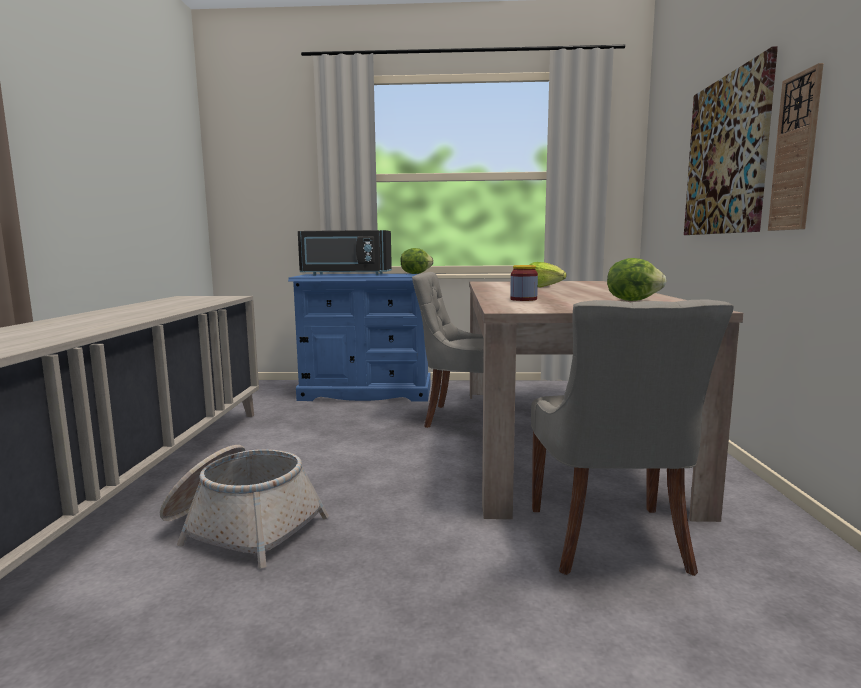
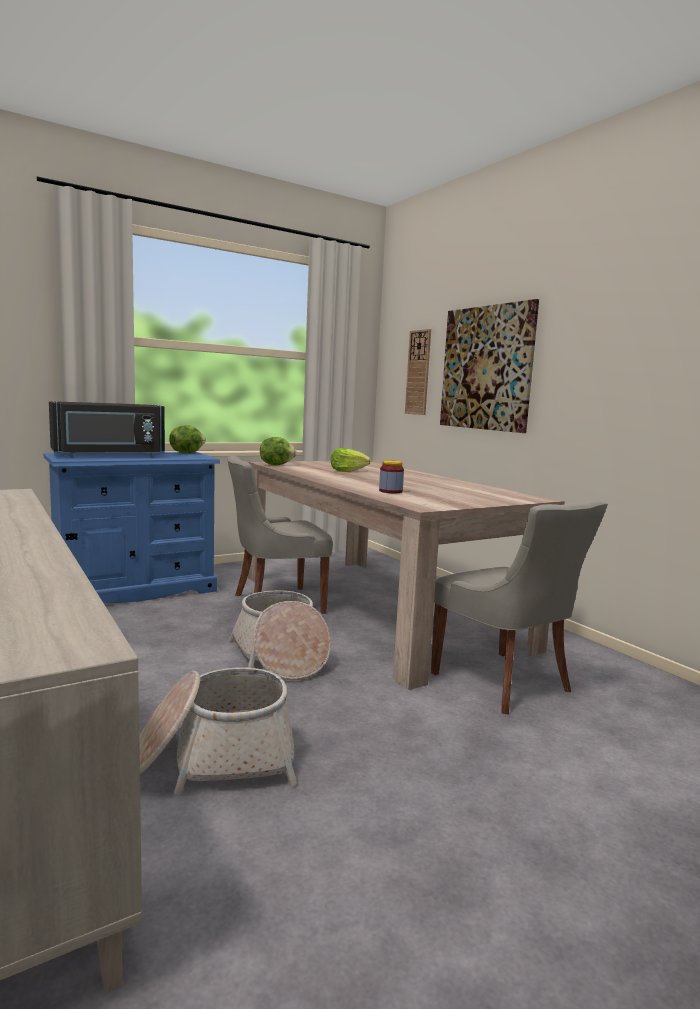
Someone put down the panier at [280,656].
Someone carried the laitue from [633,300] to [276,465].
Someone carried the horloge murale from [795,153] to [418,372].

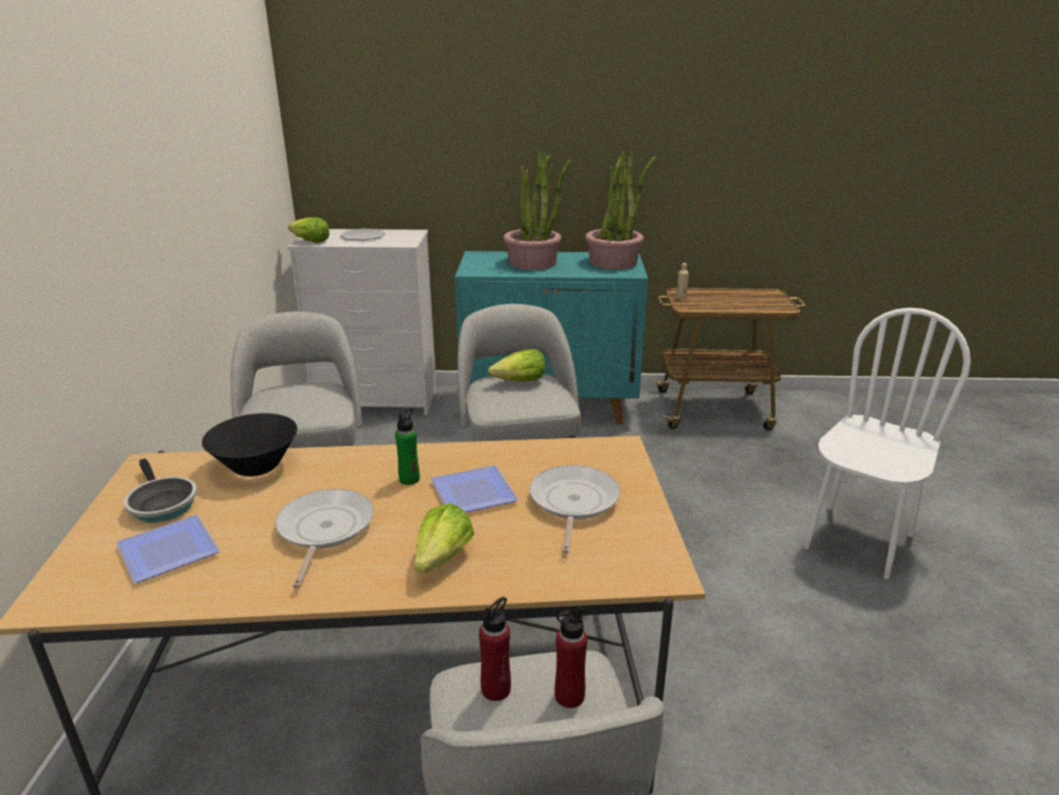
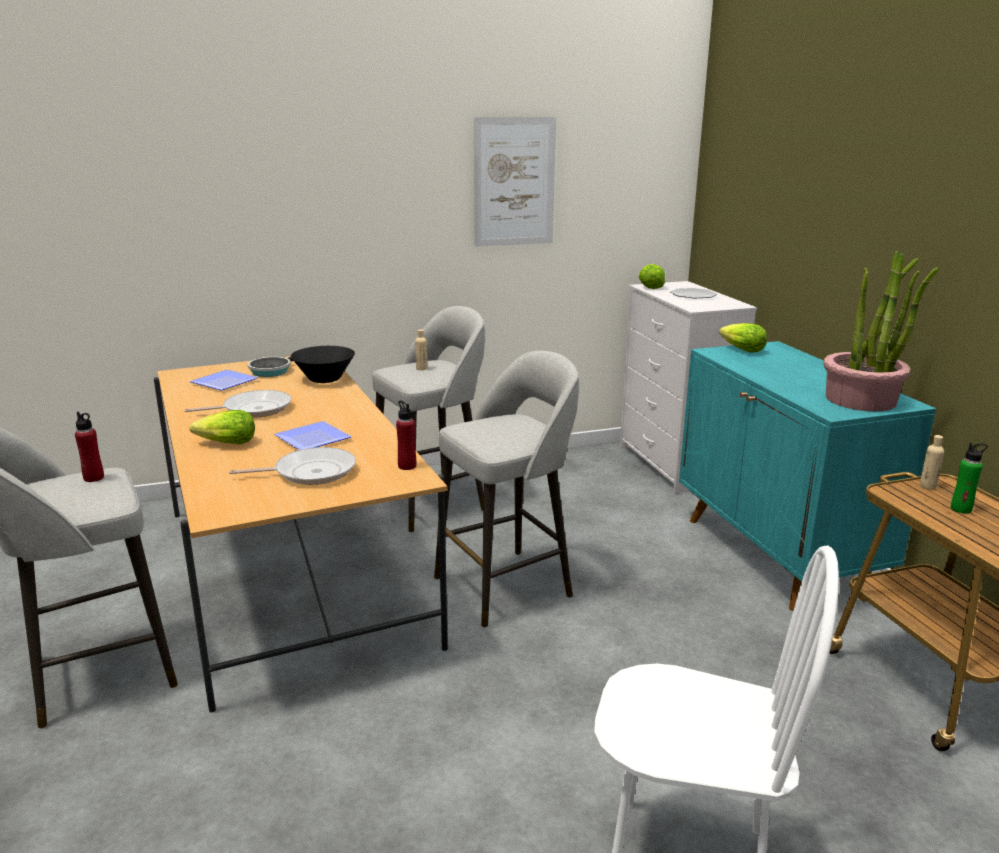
Someone took away the plante en pot at [533,263].
Someone put down the bouteille (beige) at [421,368].
Someone put up the tableau at [514,182].
Someone carried the bouteille (vert) from [409,479] to [961,509].
Someone carried the laitue from [520,382] to [741,350].
Someone carried the bouteille (rouge) from [569,696] to [407,466].

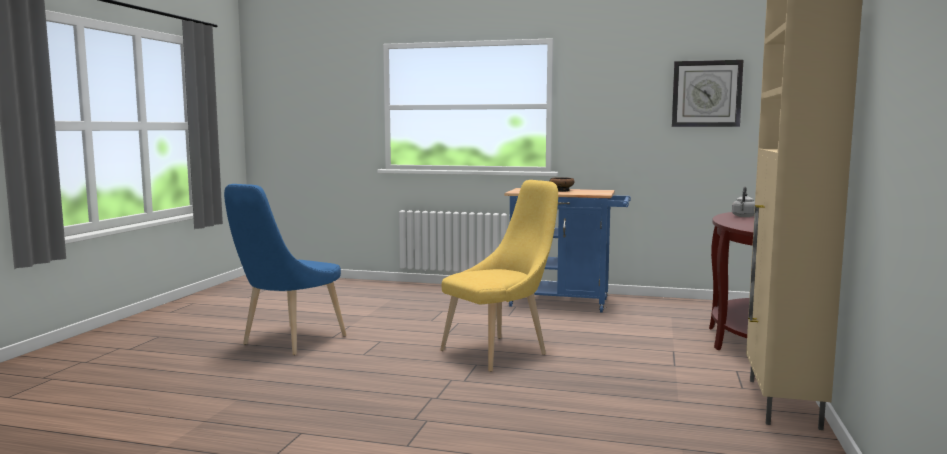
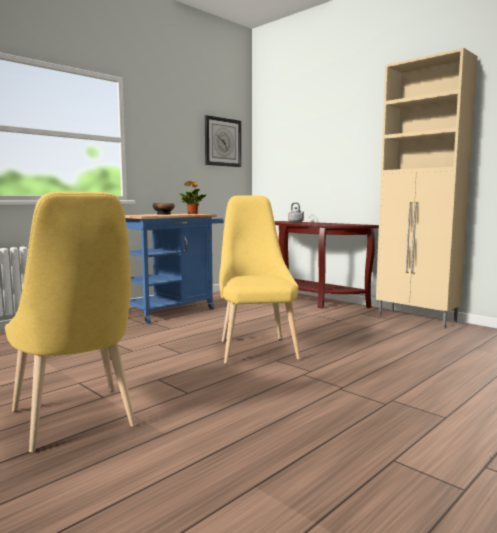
Someone put down the plante en pot at [192,213].
Someone repainted the chaise (bleu) at [289,342], which became the chaise (jaune) at [76,422].

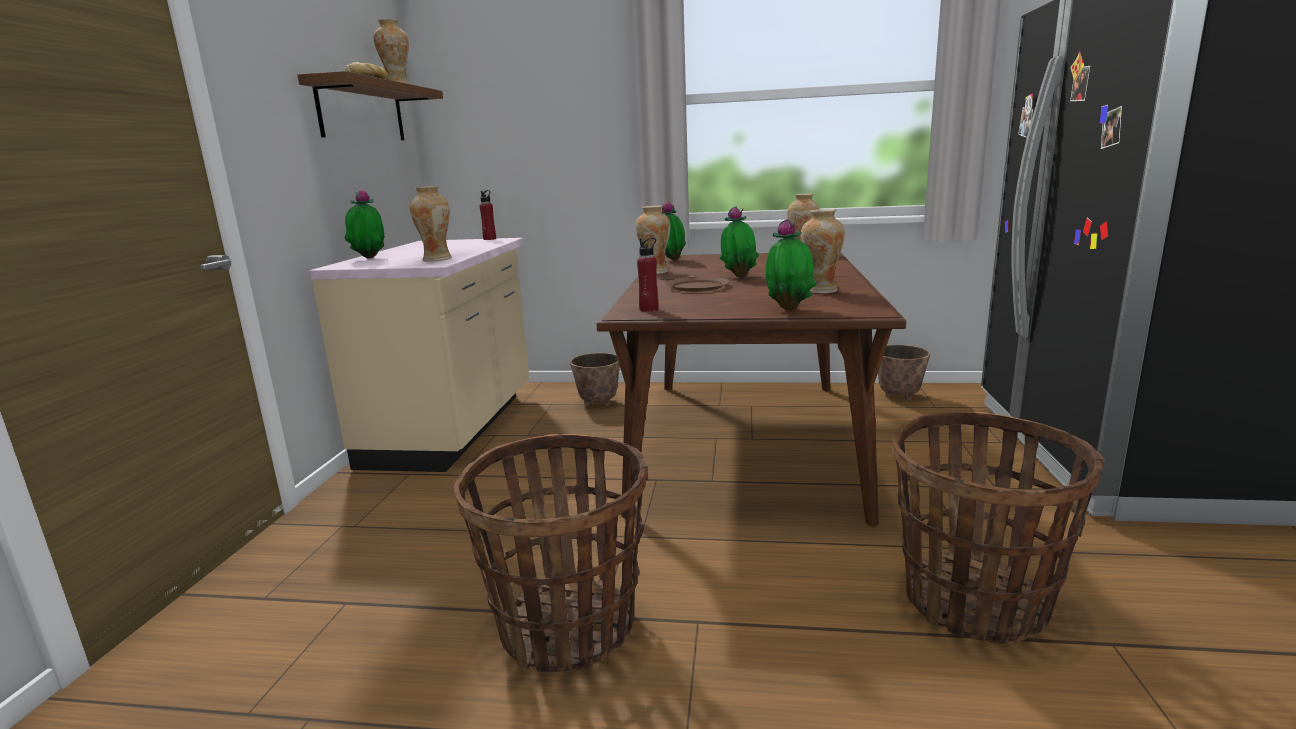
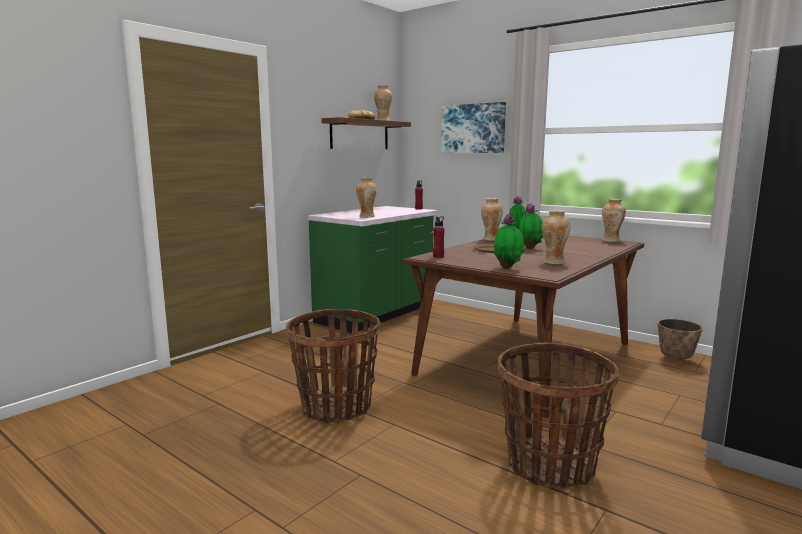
Someone took away the plante en pot at [369,259].
Someone took away the cache-pot at [598,403].
Someone put up the tableau at [473,128].
Someone repainted the comptoir de cuisine (beige) at [454,429], which became the comptoir de cuisine (vert) at [376,315].

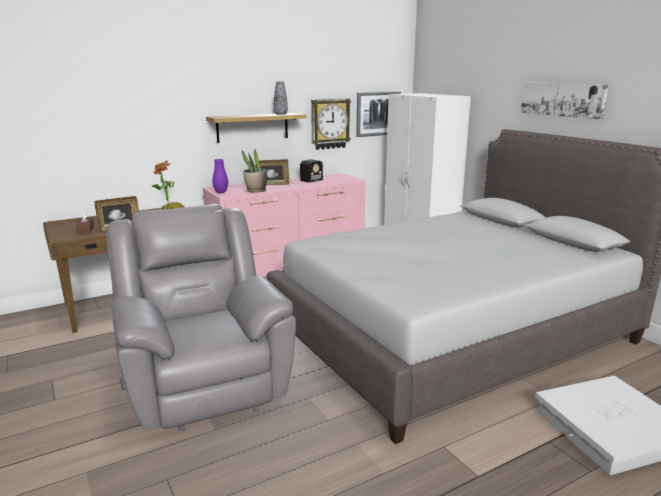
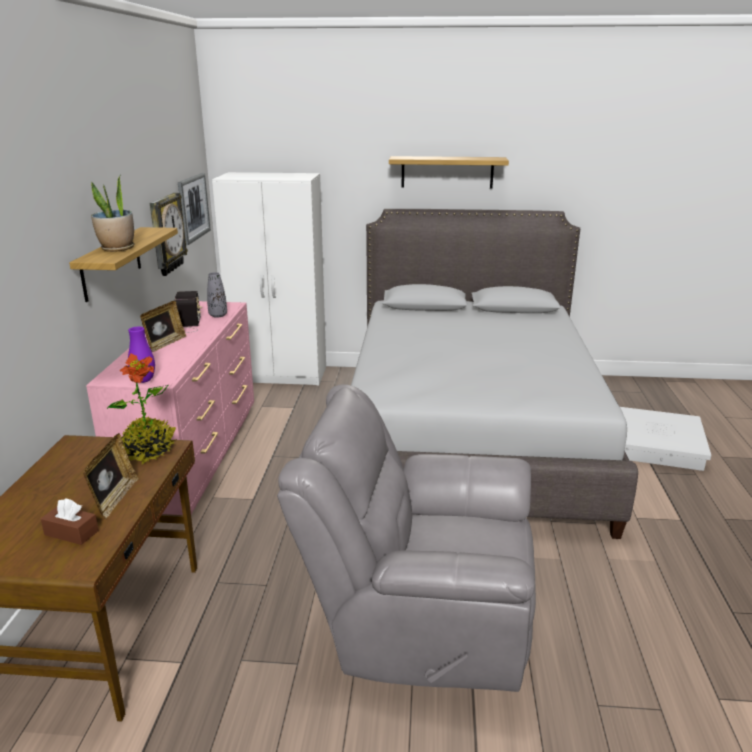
Someone carried the plante en pot from [256,191] to [117,248].
Someone carried the vase (gris) from [280,114] to [218,315].
Someone swapped the tableau at [562,99] for the étagère at [447,172].

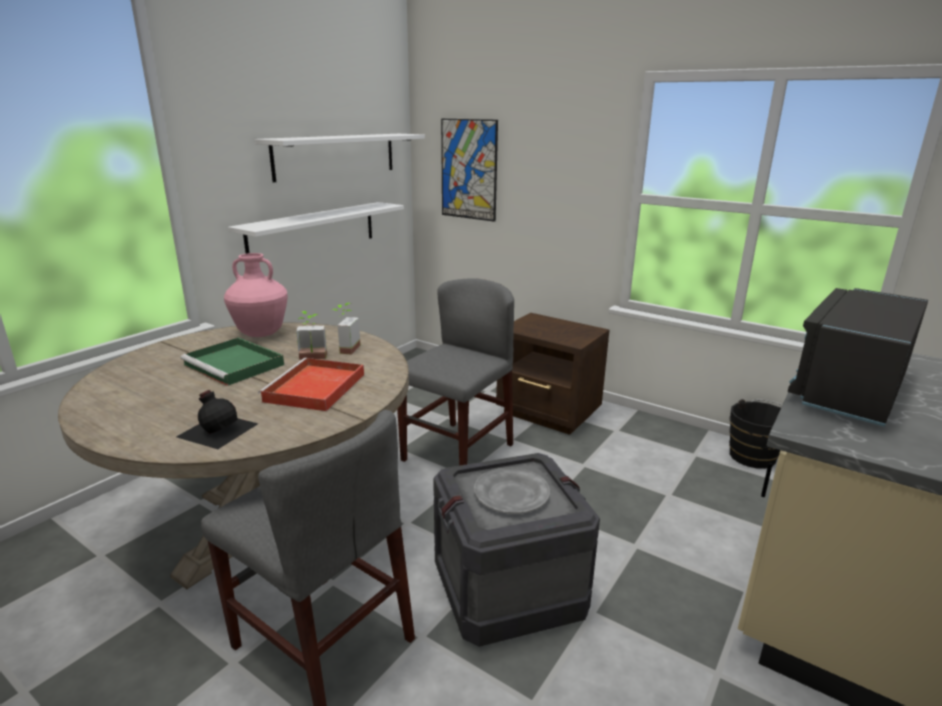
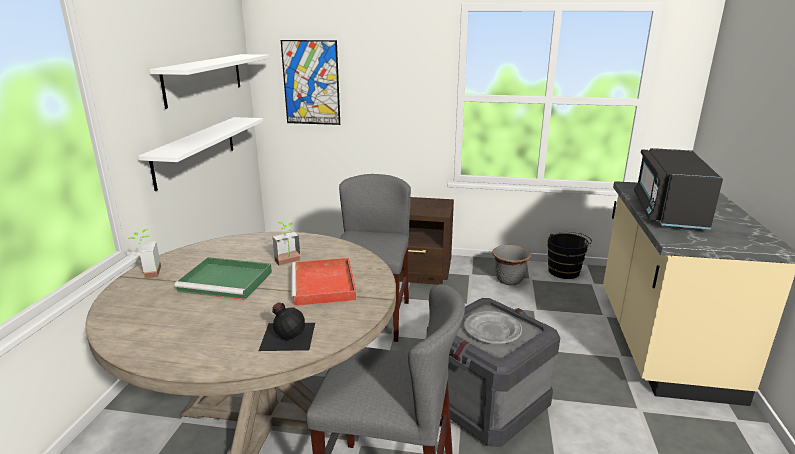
Someone took away the vase (rose) at [260,334].
Someone put down the cache-pot (gris) at [509,280].
Someone carried the plante en pot from [345,349] to [147,273].

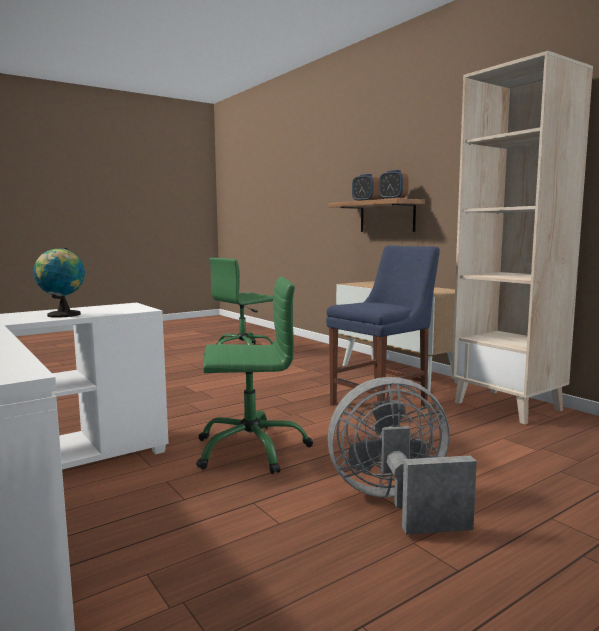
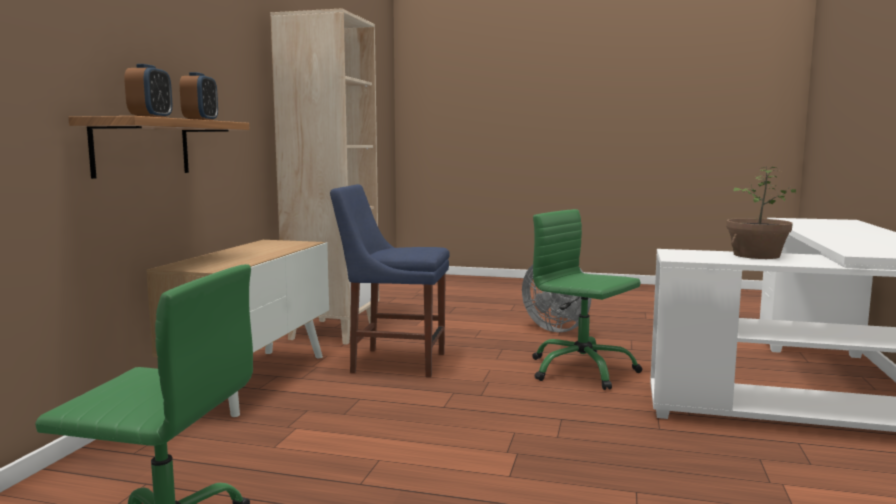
Someone swapped the globe at [62,315] for the plante en pot at [756,255].

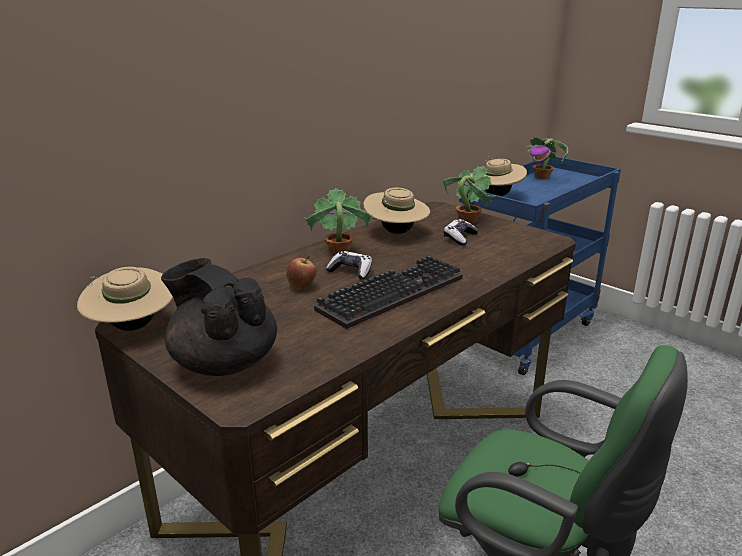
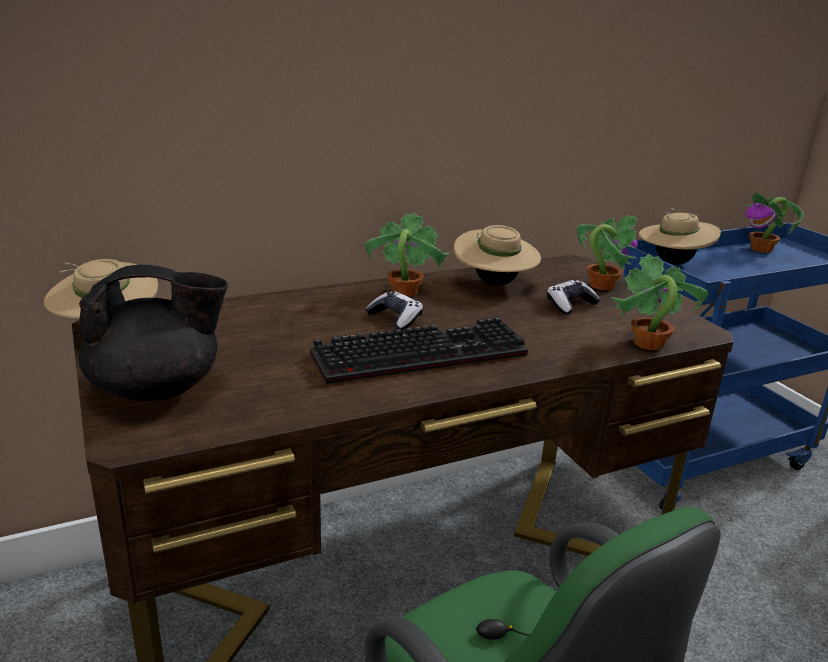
Someone took away the pomme at [302,287].
Someone put down the plante en pot at [648,344].
Someone rotated the théière (noir) at [224,362] by 105 degrees clockwise.

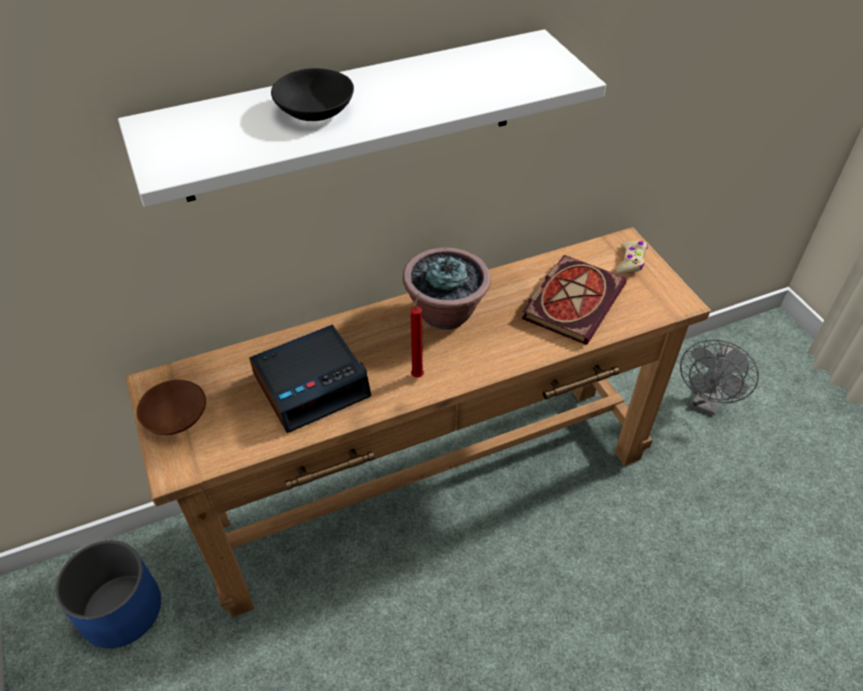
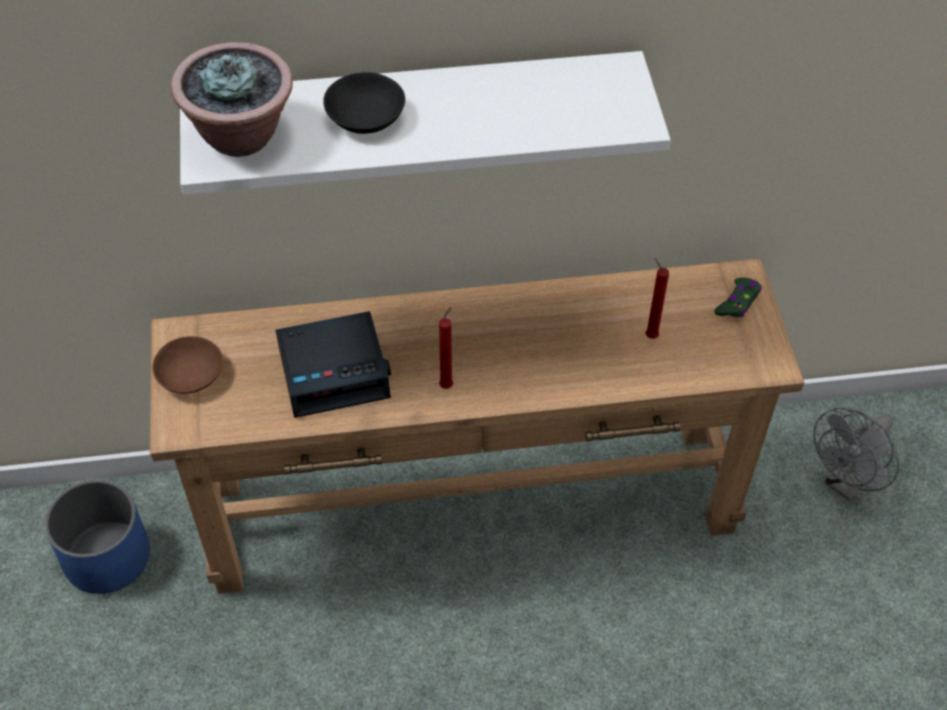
Someone carried the plante en pot from [445,313] to [241,135].
Someone swapped the livre at [572,300] for the bougie (rouge) at [649,335].
Someone repainted the manette (beige) at [631,261], which became the manette (vert) at [738,302].

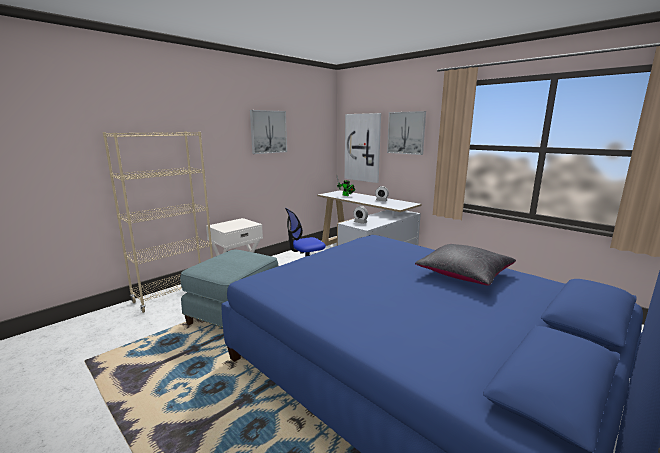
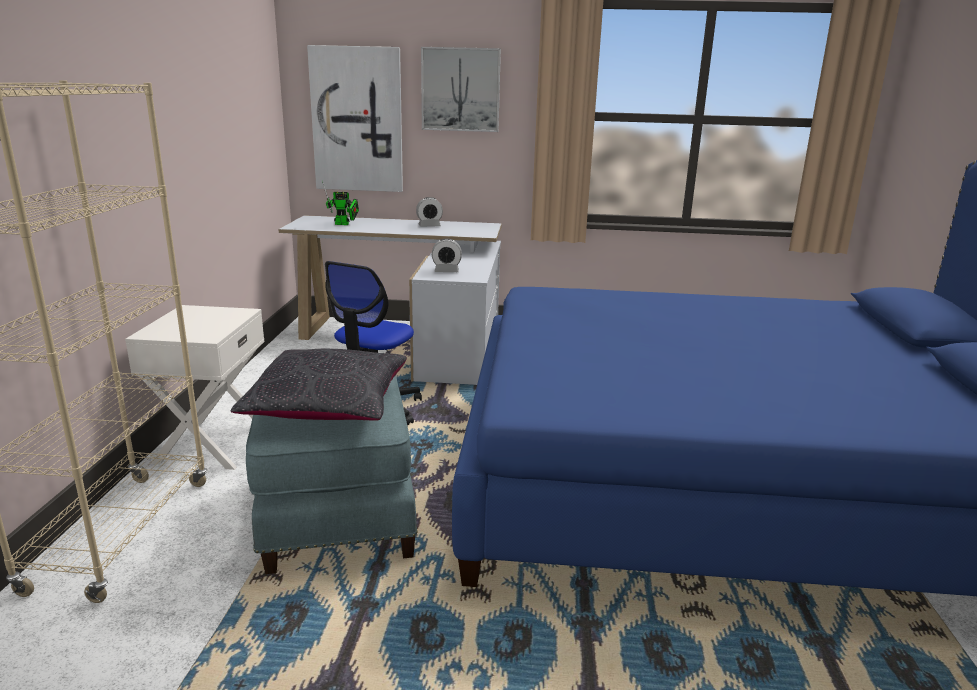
Someone took away the tableau at [268,132].
Someone carried the coussin (noir) from [464,274] to [328,405].

